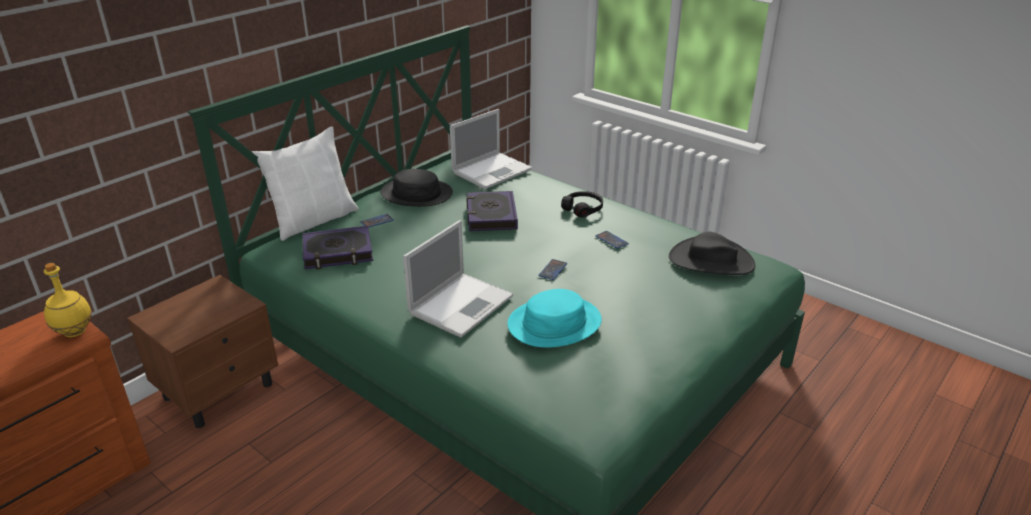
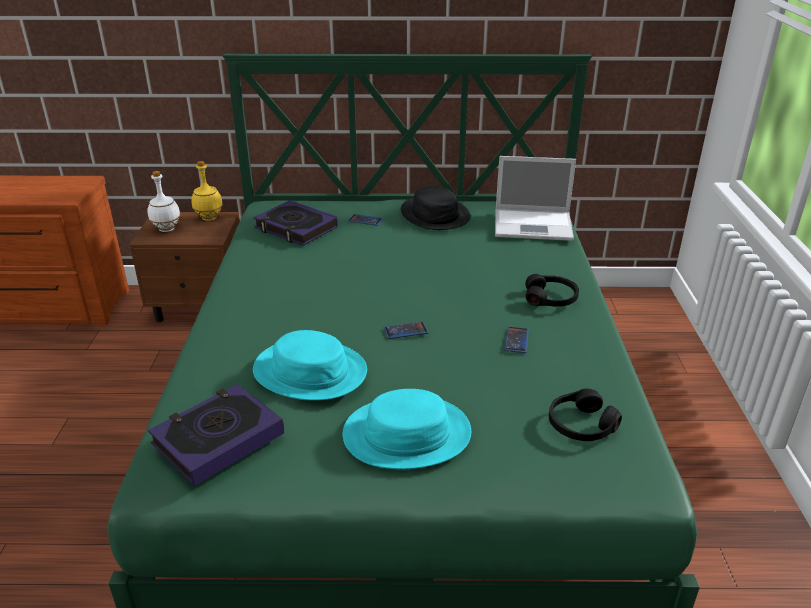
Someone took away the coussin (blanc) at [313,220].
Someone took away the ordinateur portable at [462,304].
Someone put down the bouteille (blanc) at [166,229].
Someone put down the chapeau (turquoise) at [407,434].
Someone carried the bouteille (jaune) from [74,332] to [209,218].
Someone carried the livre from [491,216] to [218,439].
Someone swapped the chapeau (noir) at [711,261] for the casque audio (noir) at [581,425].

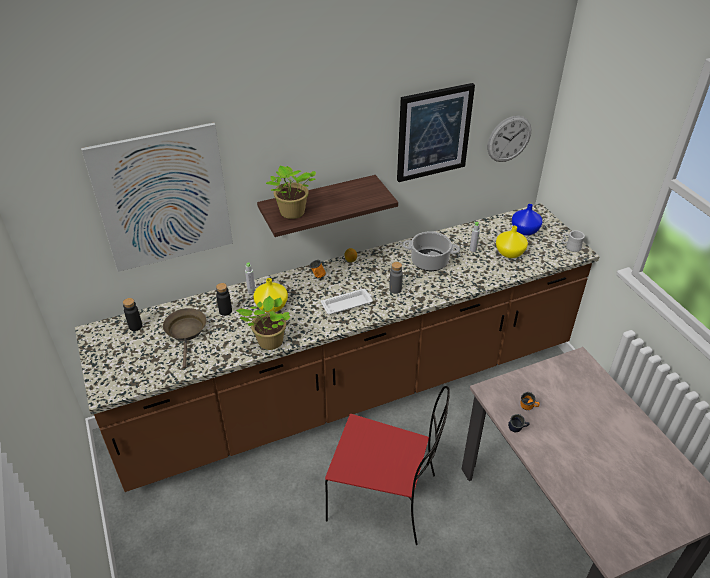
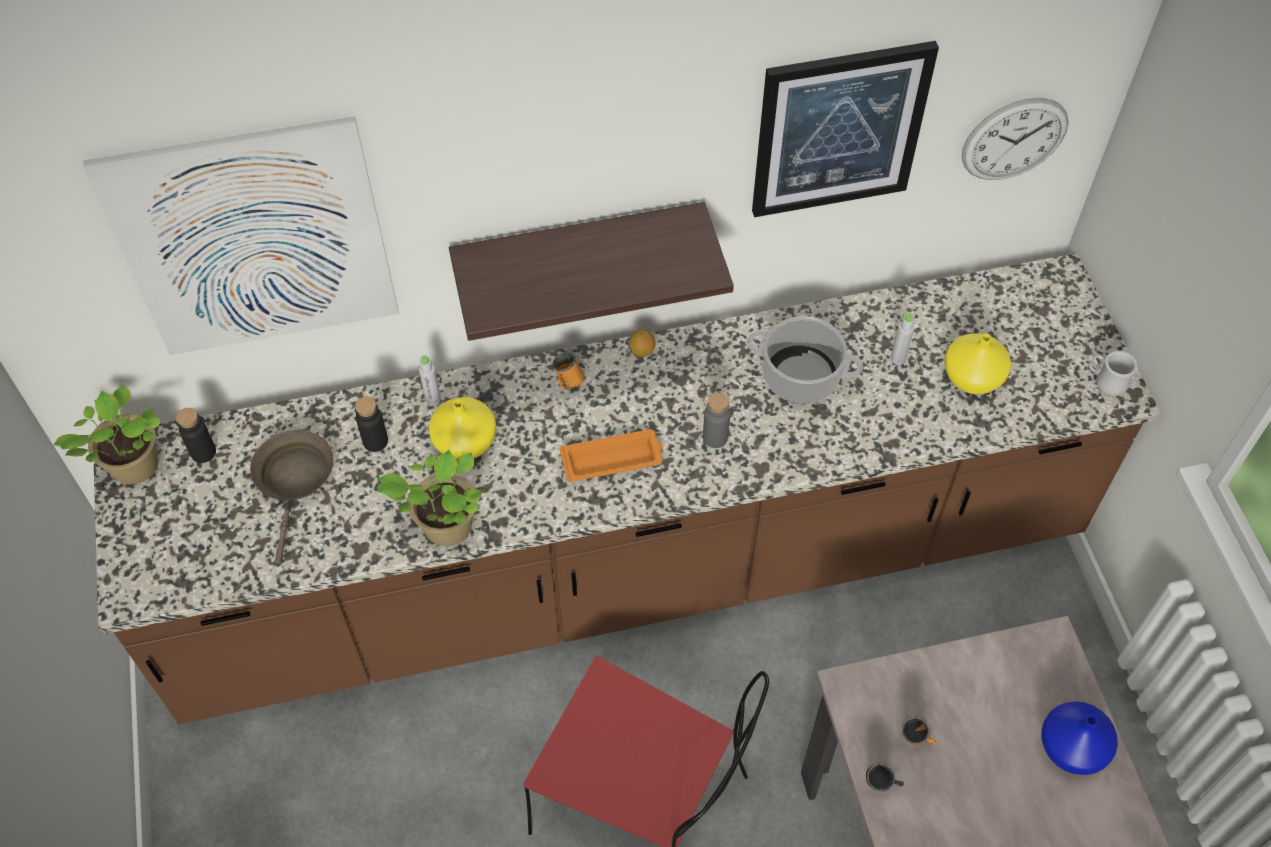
Someone carried the plante en pot from [291,213] to [133,469].
Someone carried the vase (bleu) from [525,230] to [1073,748].
Someone repainted the plateau (blanc) at [347,304], which became the plateau (orange) at [613,459].

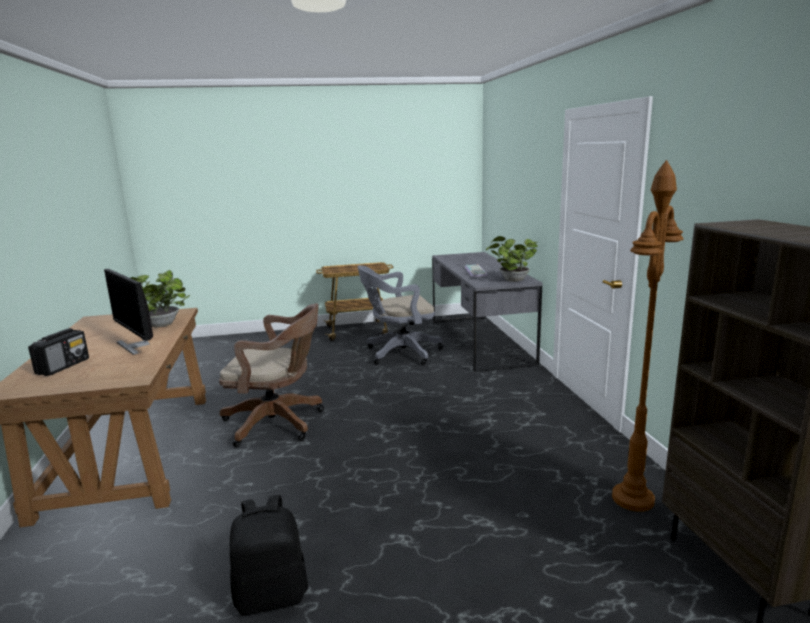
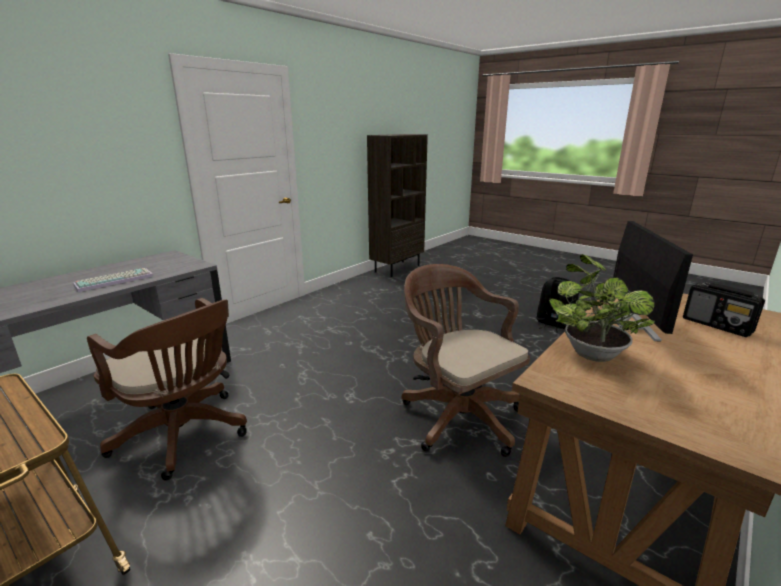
Someone took away the plante en pot at [512,280].
Someone took away the lampadaire (marron) at [632,498].
Someone repainted the chaise de bureau (gris) at [399,353], which became the chaise de bureau (marron) at [185,435].
Someone rotated the radio at [63,366] by 105 degrees counterclockwise.

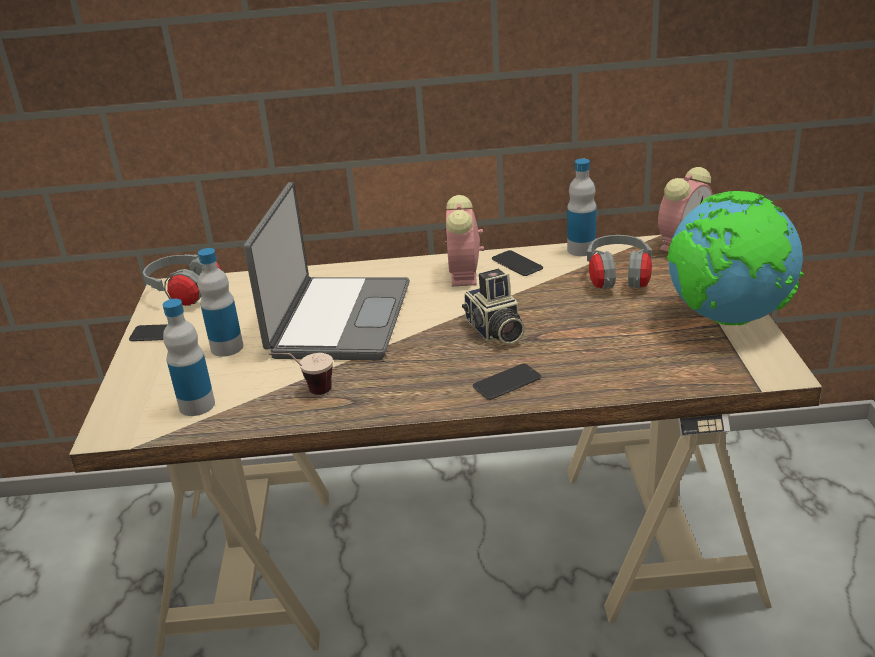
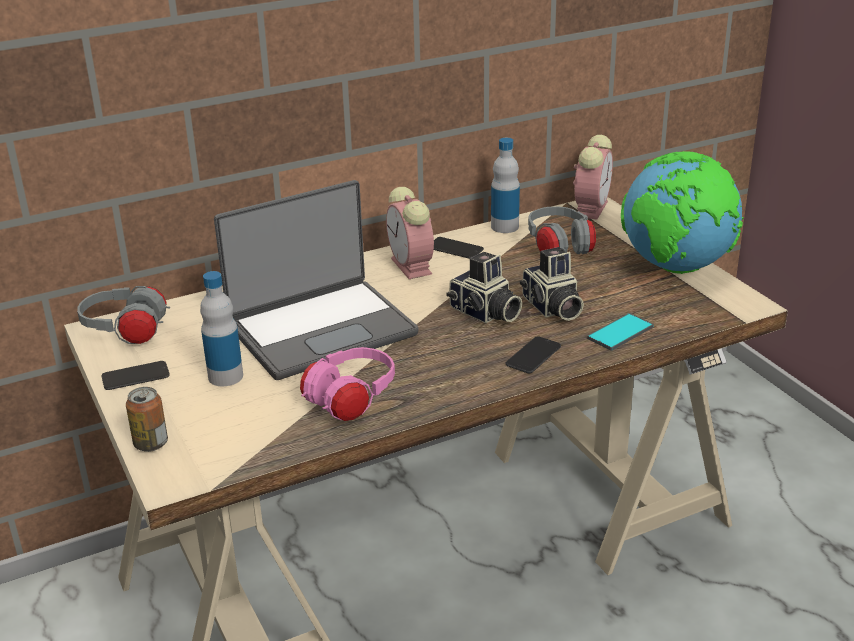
Someone took away the bouteille at [197,405].
Someone put down the boîte métallique at [151,444].
Someone put down the appareil photo at [551,308].
Someone put down the téléphone at [620,332].
Someone swapped the tasse at [307,392] for the casque audio (rose) at [350,401].
Someone rotated the ordinateur portable at [338,320] by 75 degrees clockwise.

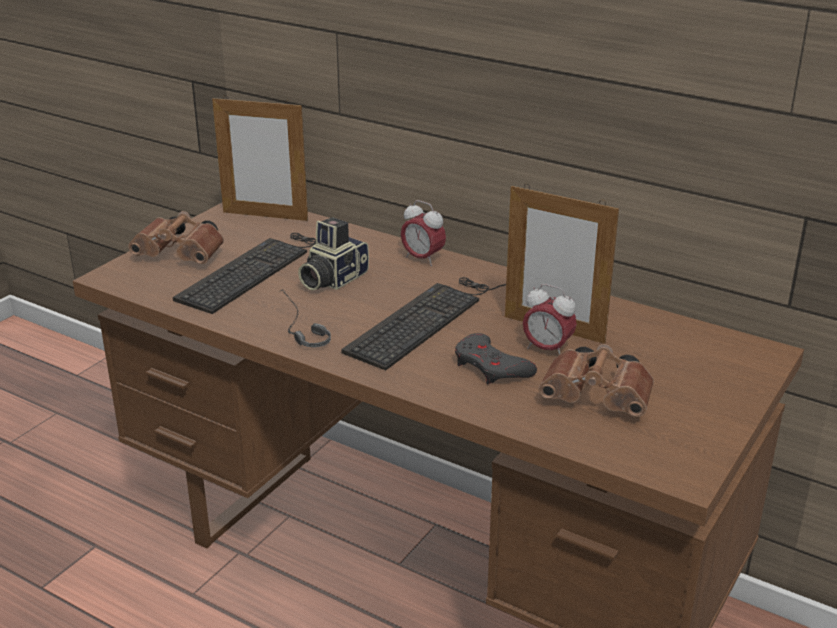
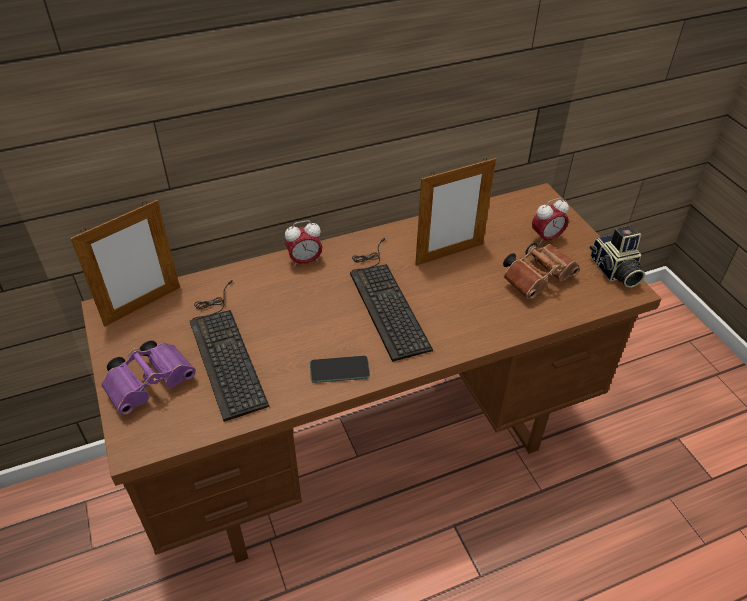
Someone took away the manette (gris) at [491,367].
Someone carried the appareil photo from [331,279] to [614,271].
Someone carried the réveil from [547,349] to [546,238].
Someone swapped the casque audio at [297,330] for the téléphone at [339,370].
Someone repainted the jumelles (marron) at [183,255], which became the jumelles (violet) at [152,383].

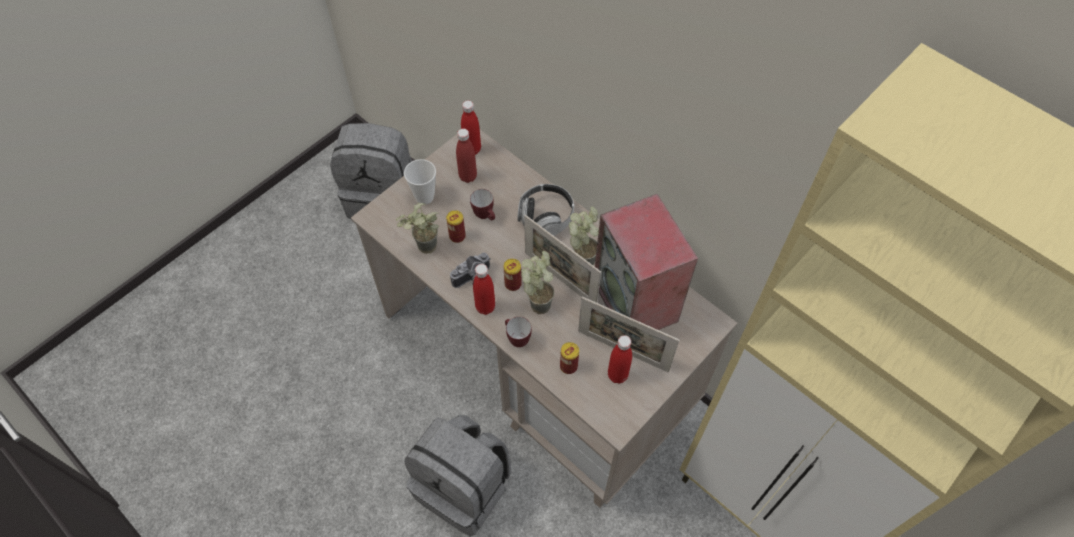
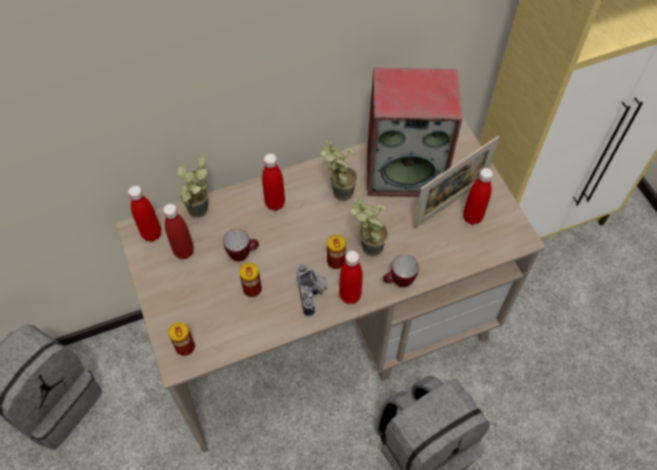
Someone took away the tasse at [424,197].
Someone took away the cadre photo at [560,279].
Someone carried the plante en pot from [423,250] to [201,214].
Someone carried the boîte métallique from [568,366] to [185,347].
Someone swapped the casque audio at [546,217] for the bouteille (rouge) at [275,203].

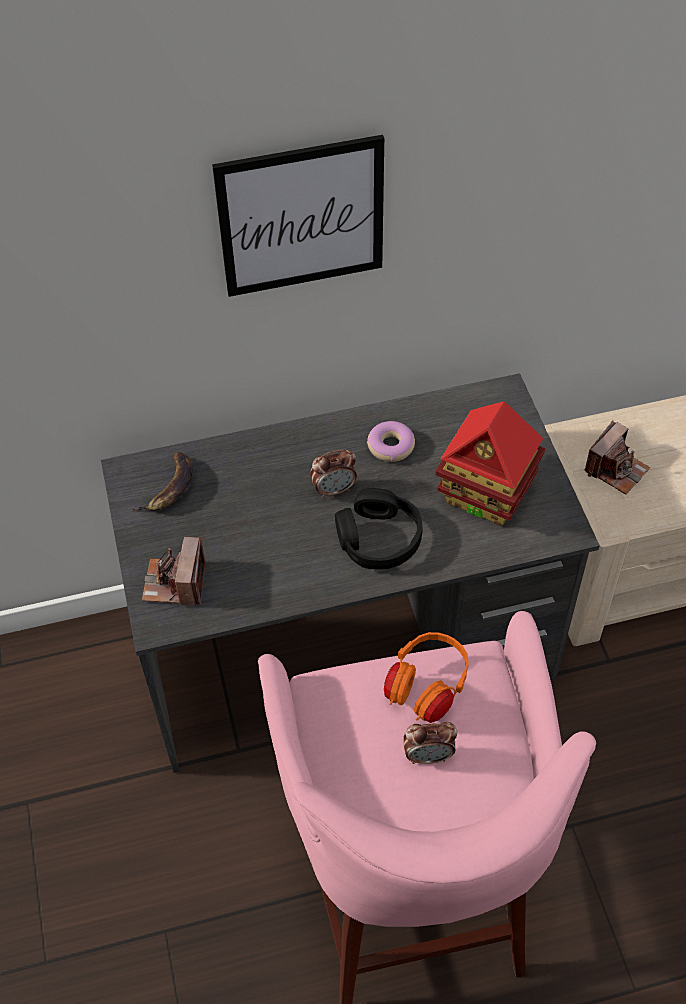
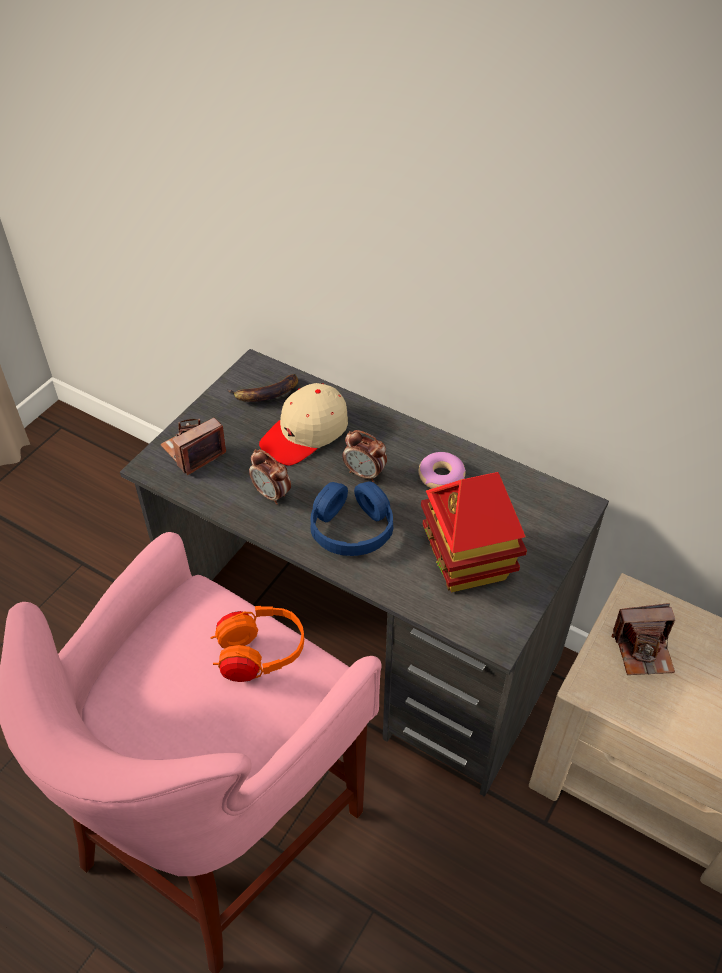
Someone took away the tableau at [301,217].
Someone put down the casquette (beige) at [305,433].
Someone carried the réveil from [428,755] to [272,494].
Someone repainted the casque audio (noir) at [378,538], which became the casque audio (bleu) at [351,528].

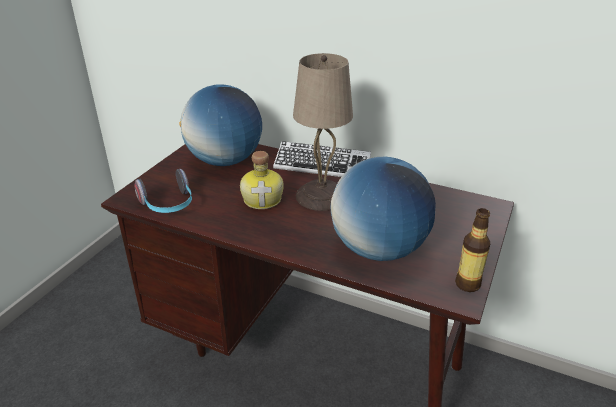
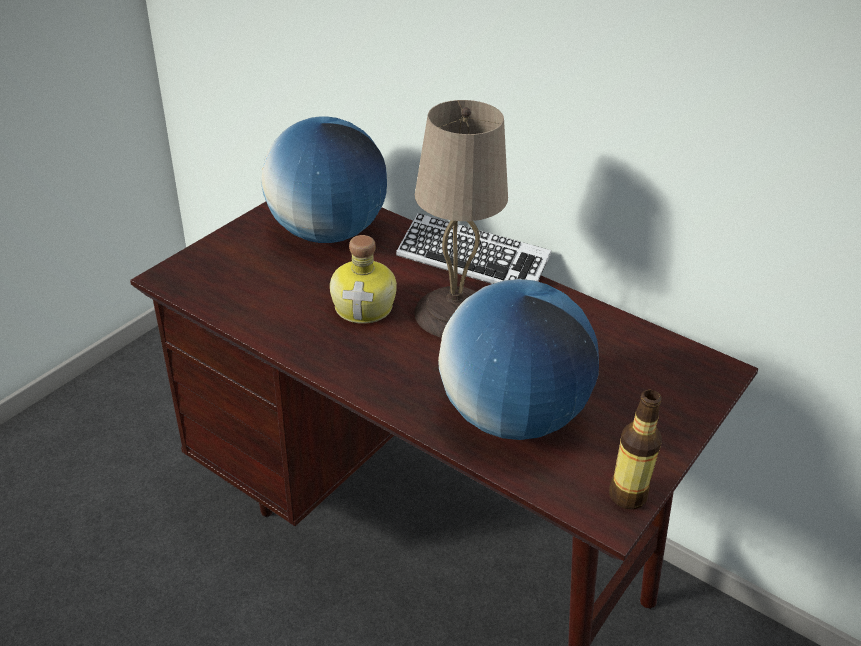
Someone took away the casque audio at [168,205].

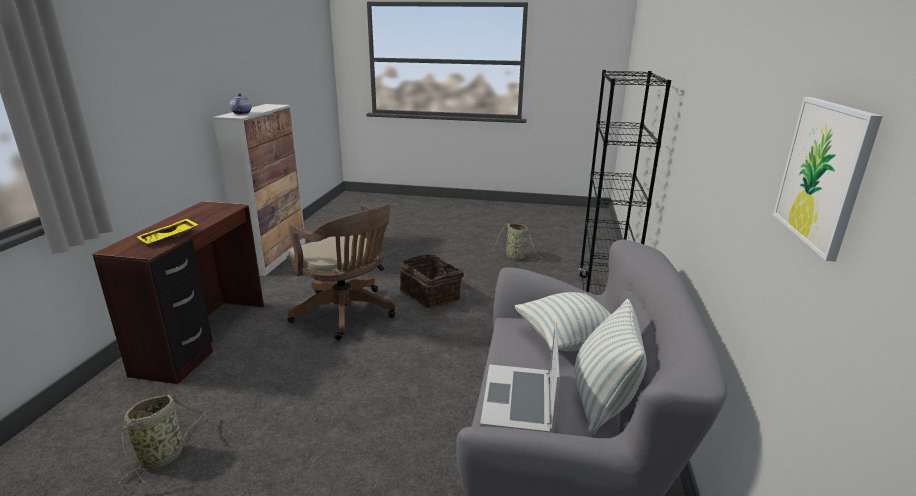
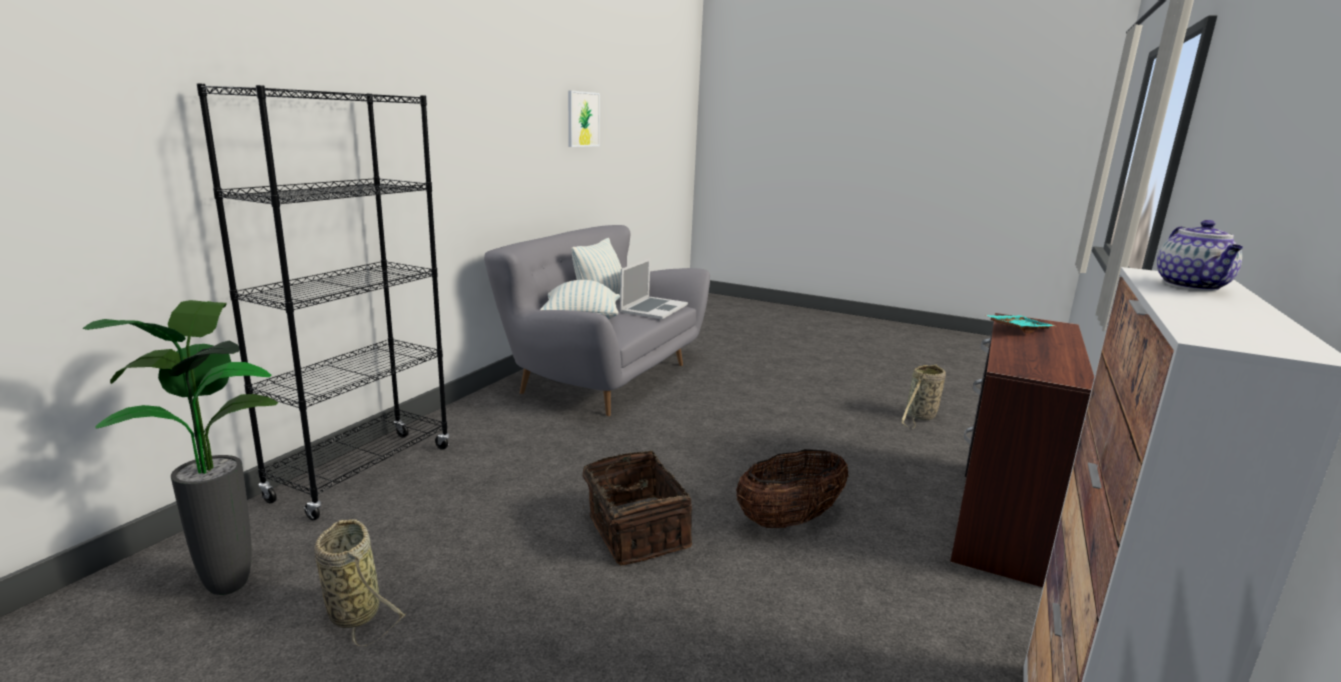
Someone put down the plante en pot at [224,589].
Someone swapped the chaise de bureau (marron) at [347,314] for the panier at [789,520].
Someone repainted the plateau (jaune) at [169,238], which became the plateau (turquoise) at [1017,330].

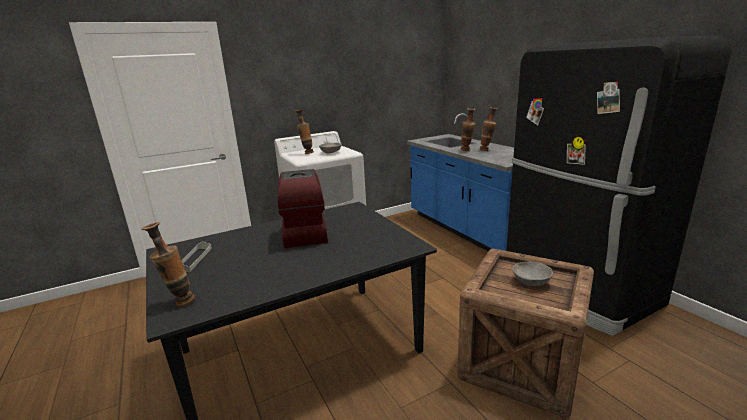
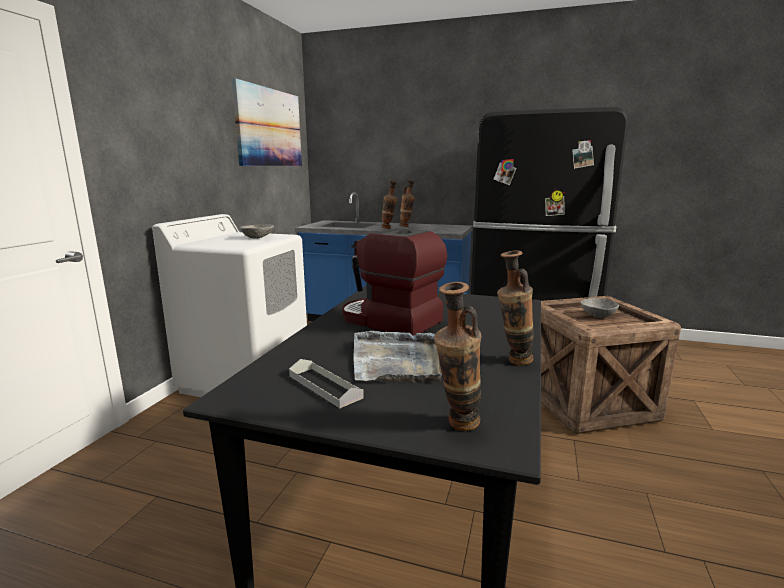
Someone put up the tableau at [269,128].
Someone put down the plateau (gris) at [399,360].
Someone carried the vase from [306,153] to [512,362].

